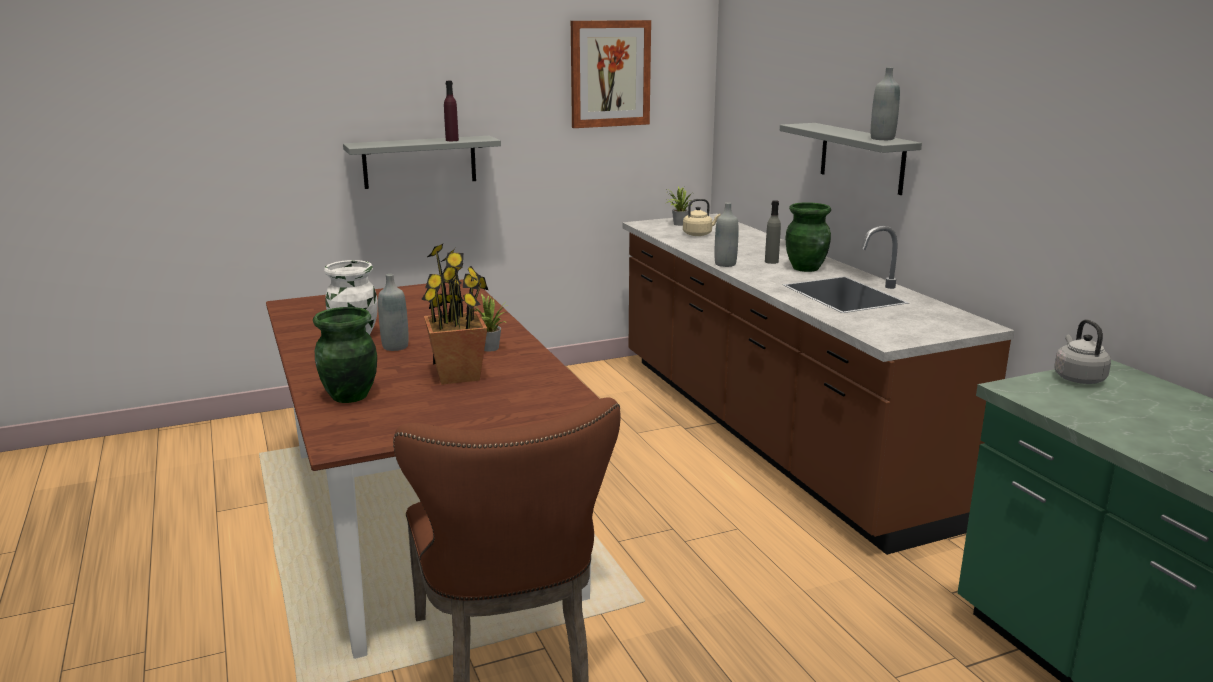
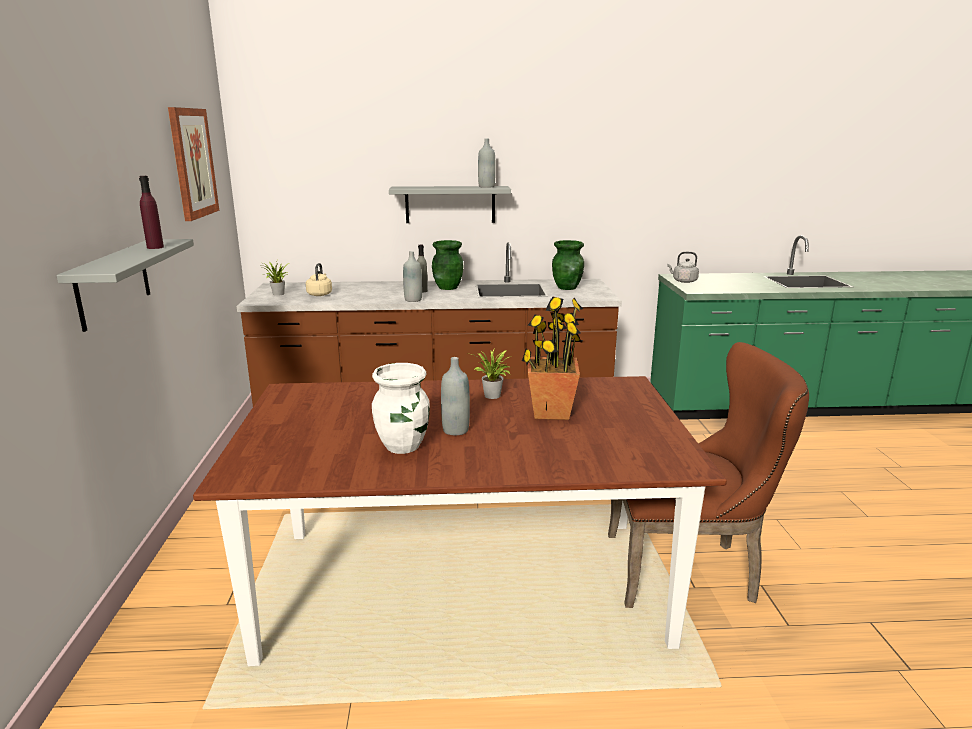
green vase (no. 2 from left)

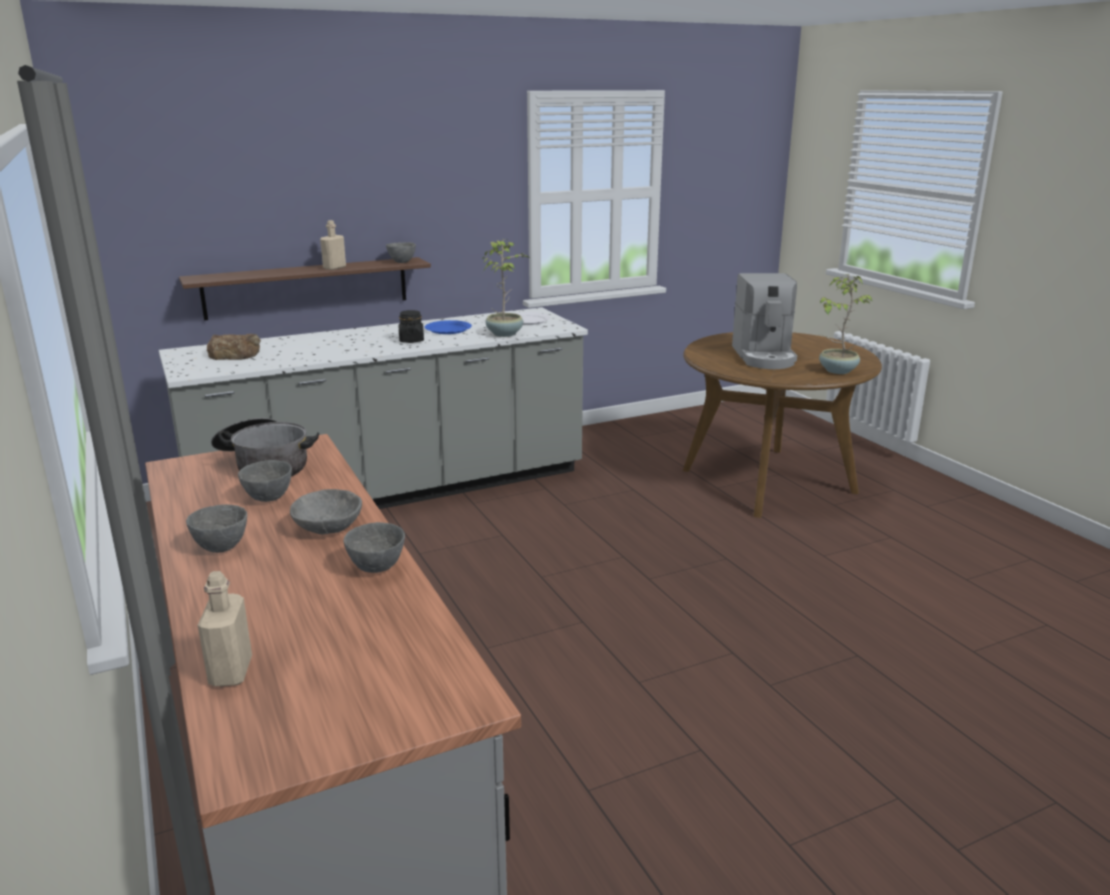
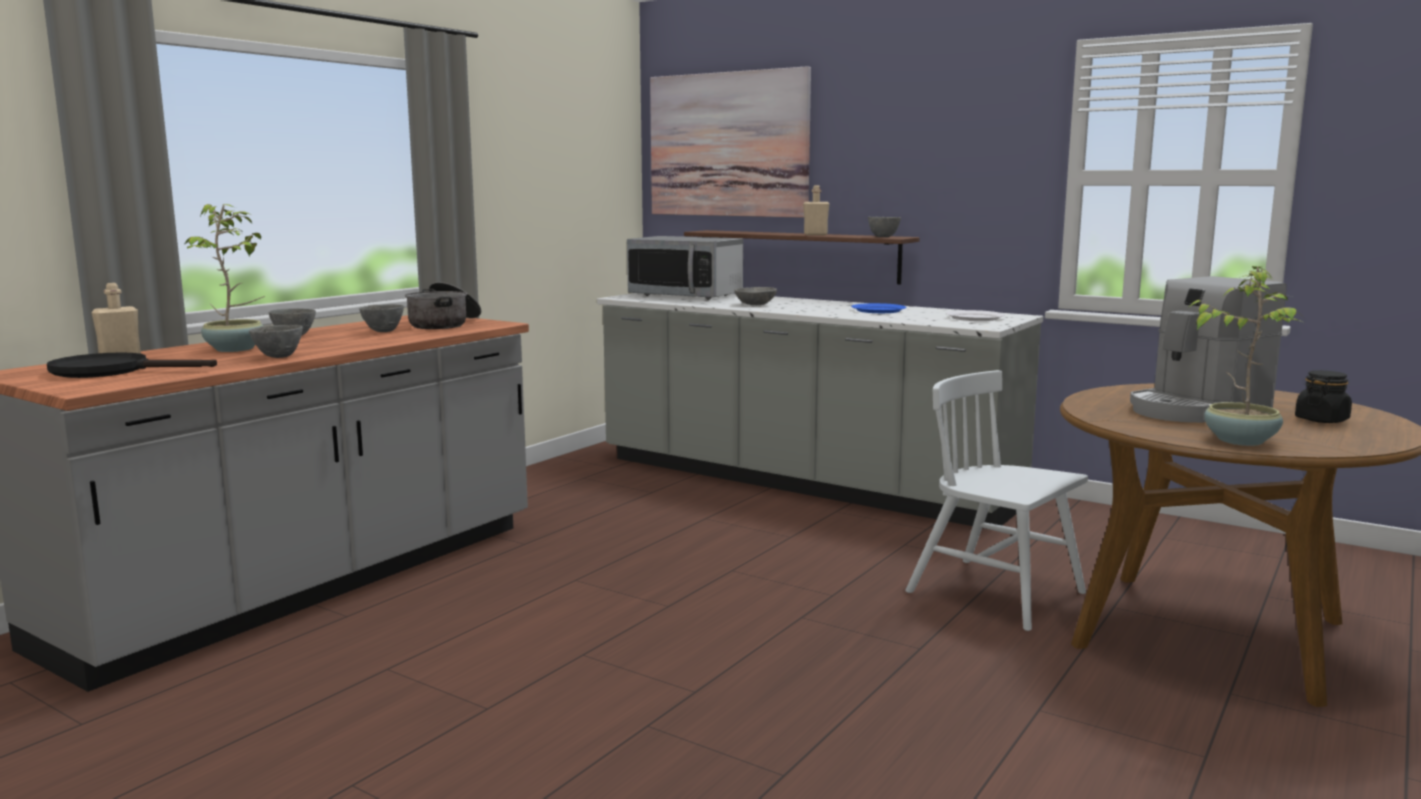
black frying pan; potted plant (no. 1 from left); microwave; picture; grey bowl (no. 4 from left); white chair; black jar

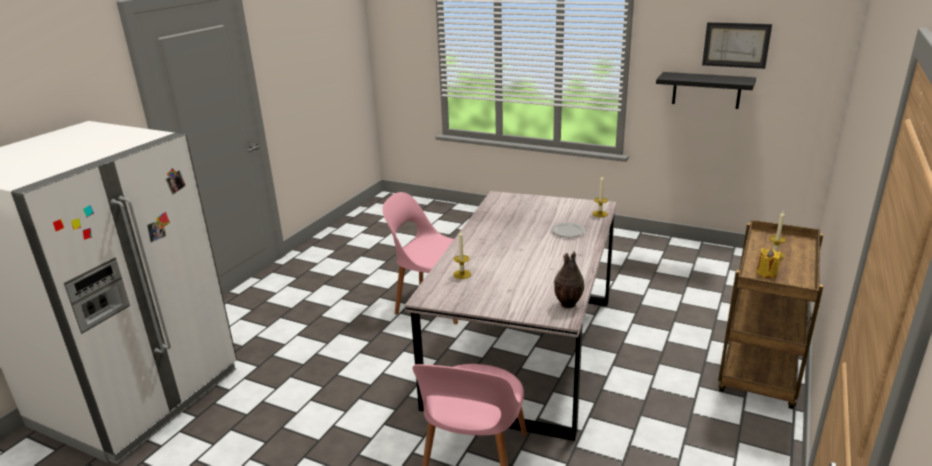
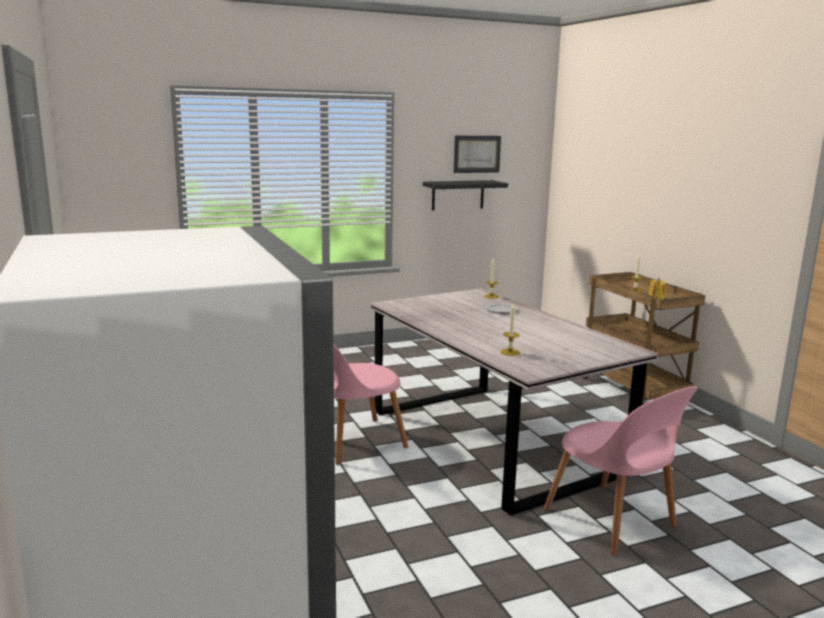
vase

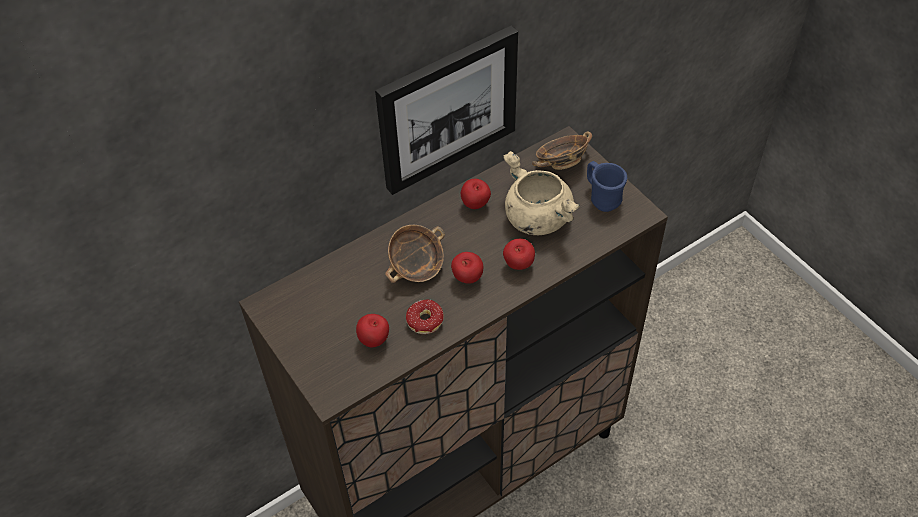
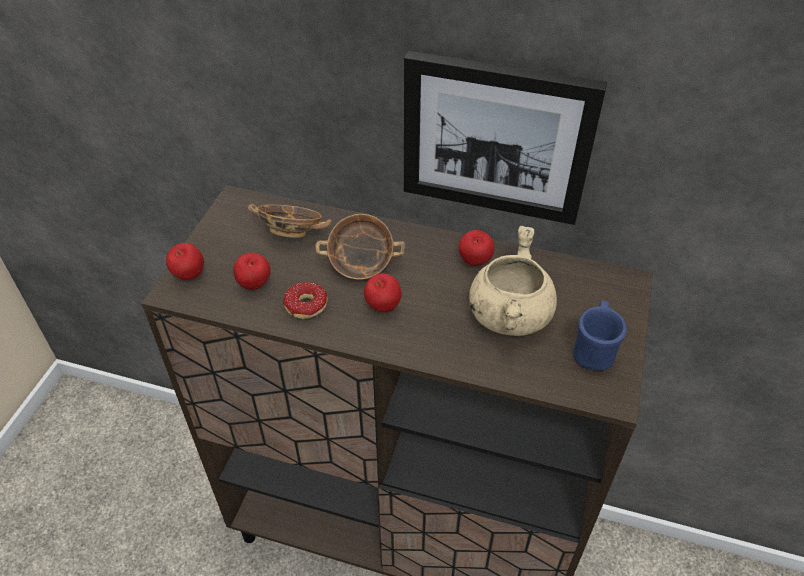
apple (no. 1 from left); bowl (no. 1 from left)

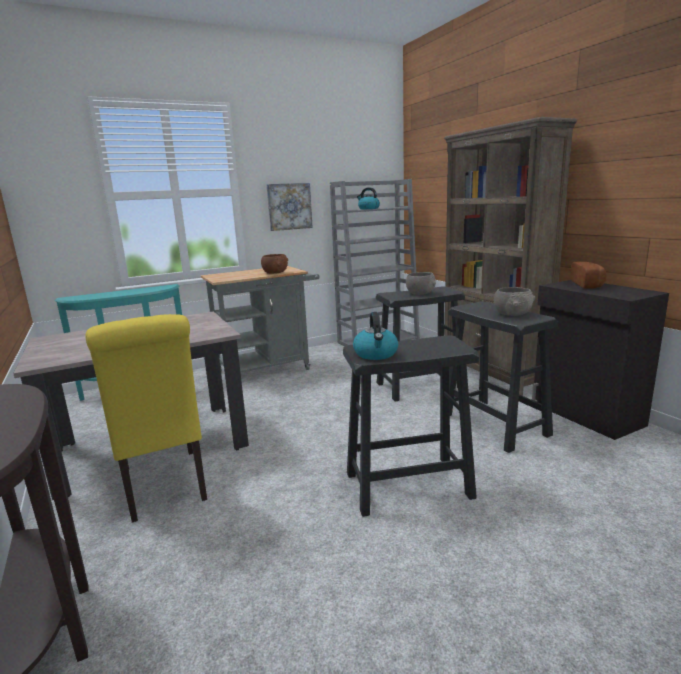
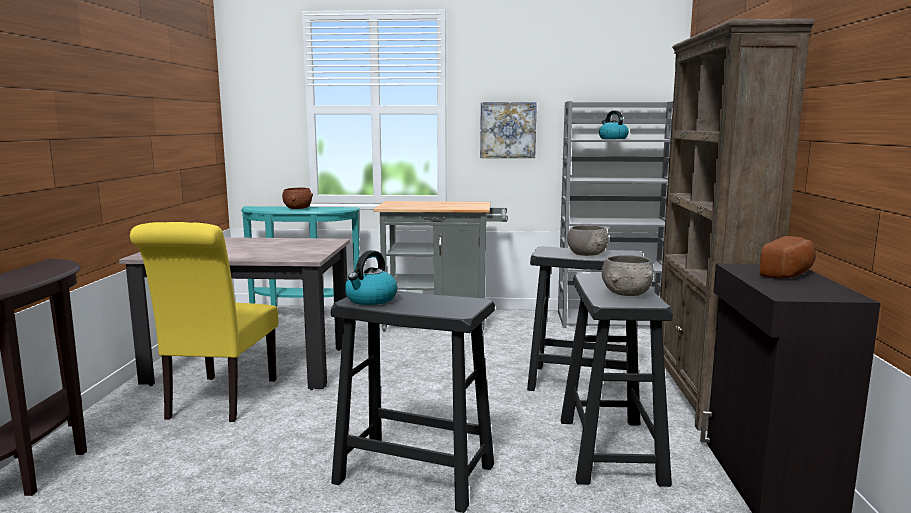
brown bowl

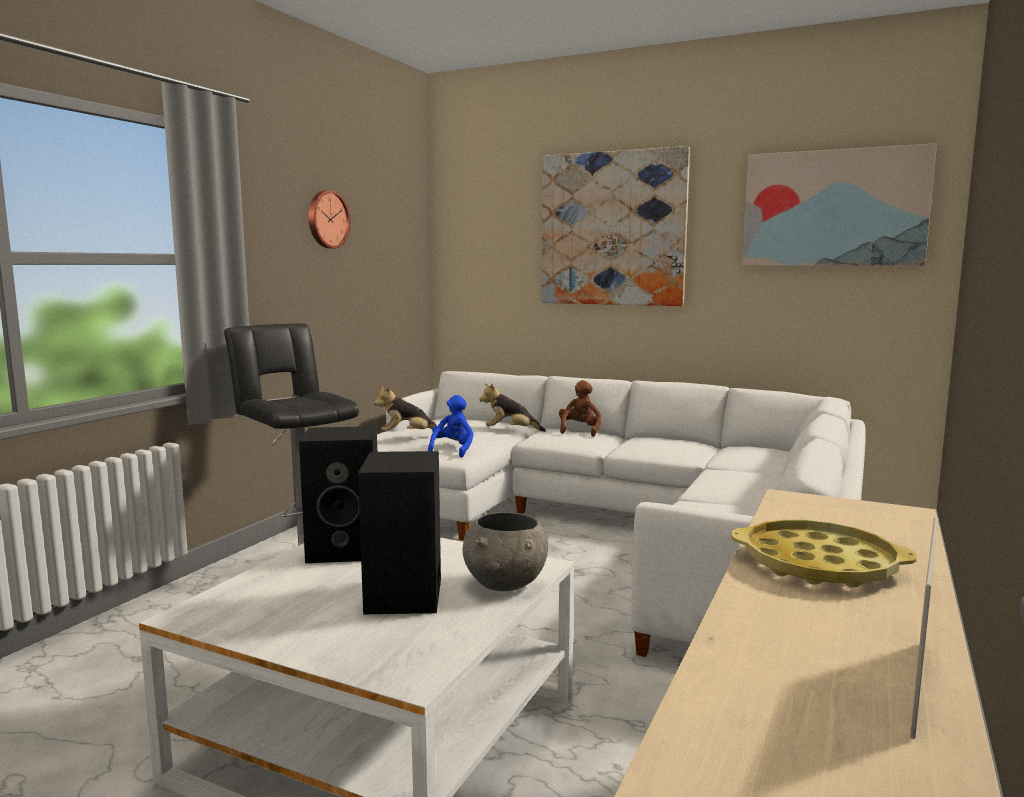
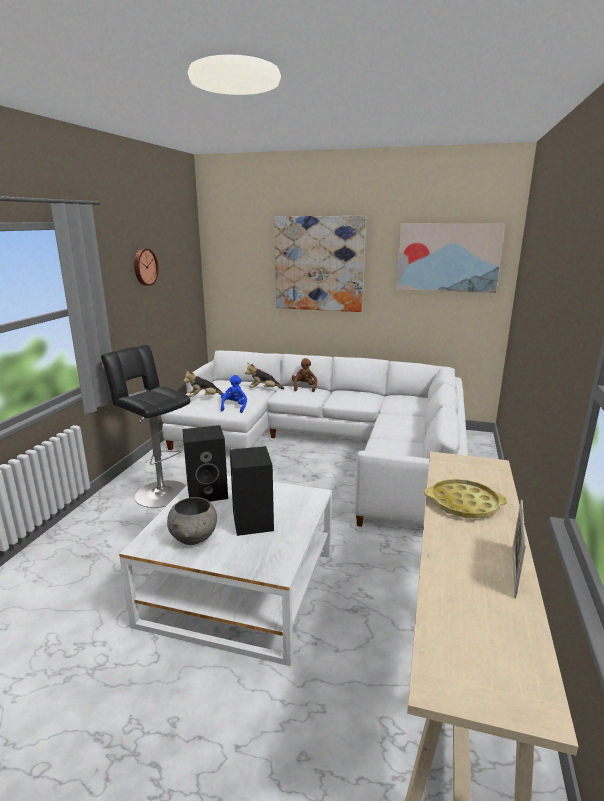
grey bowl

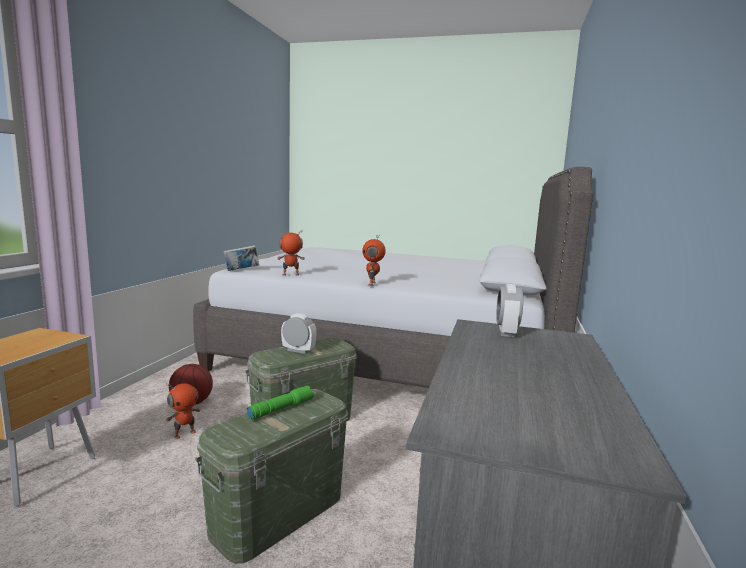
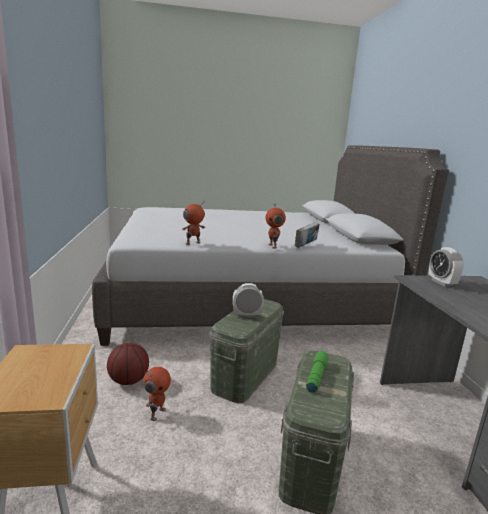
book

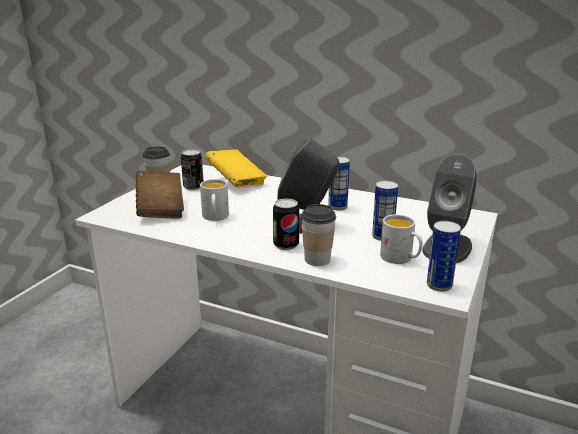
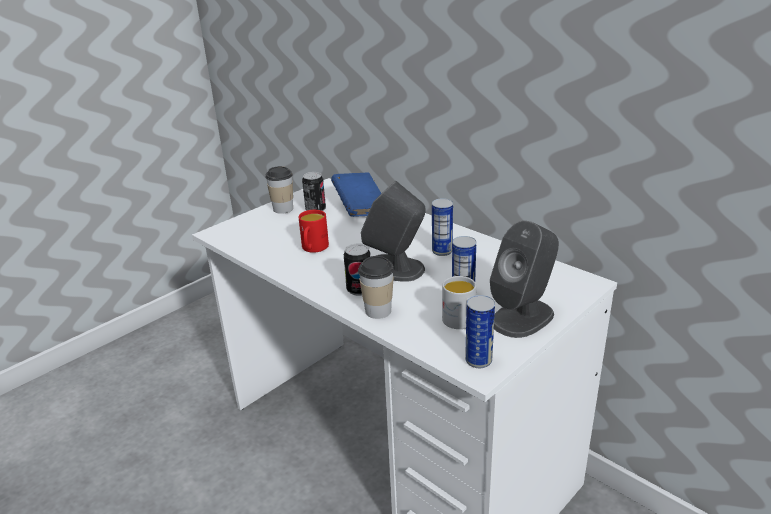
red mug; blue book; brown book

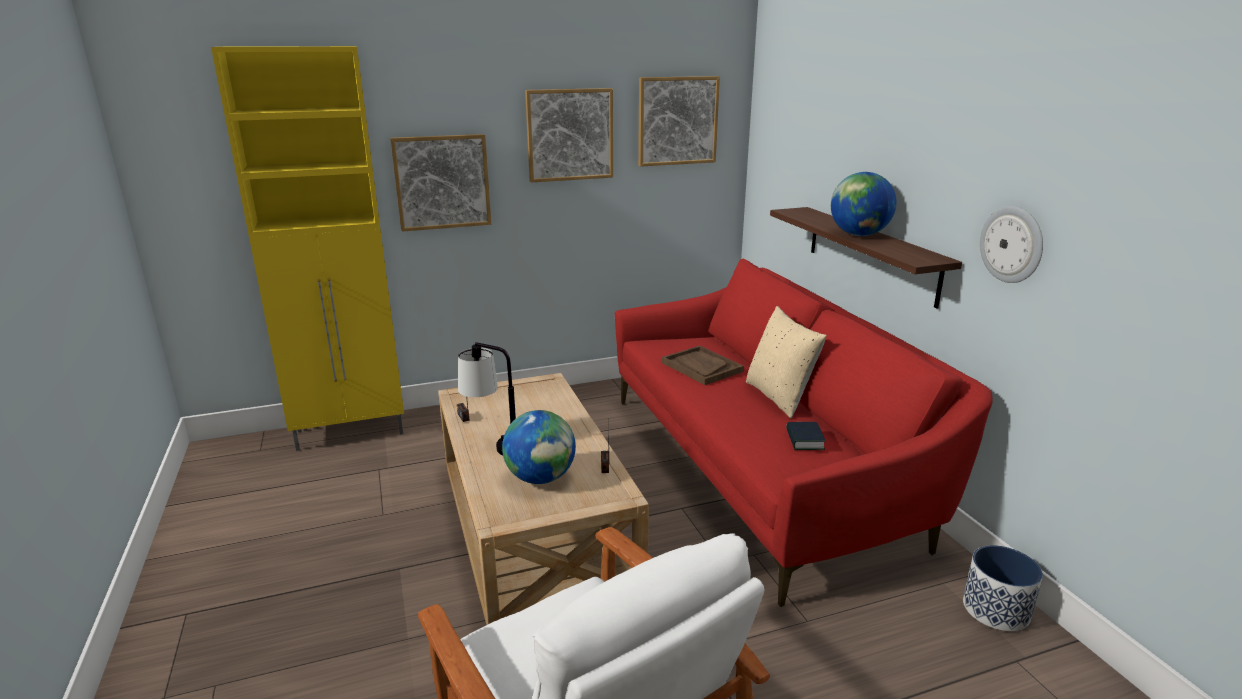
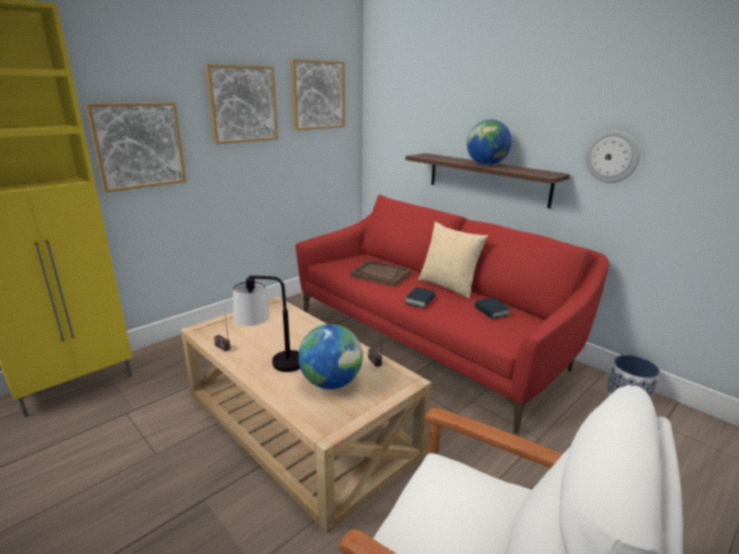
book (no. 1 from left)

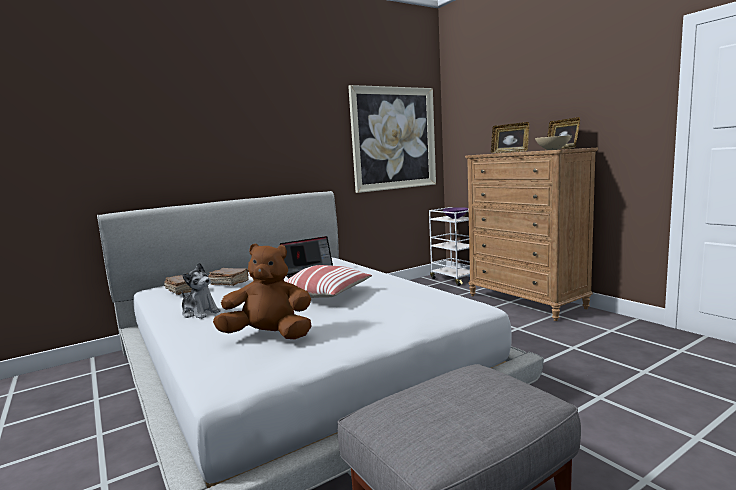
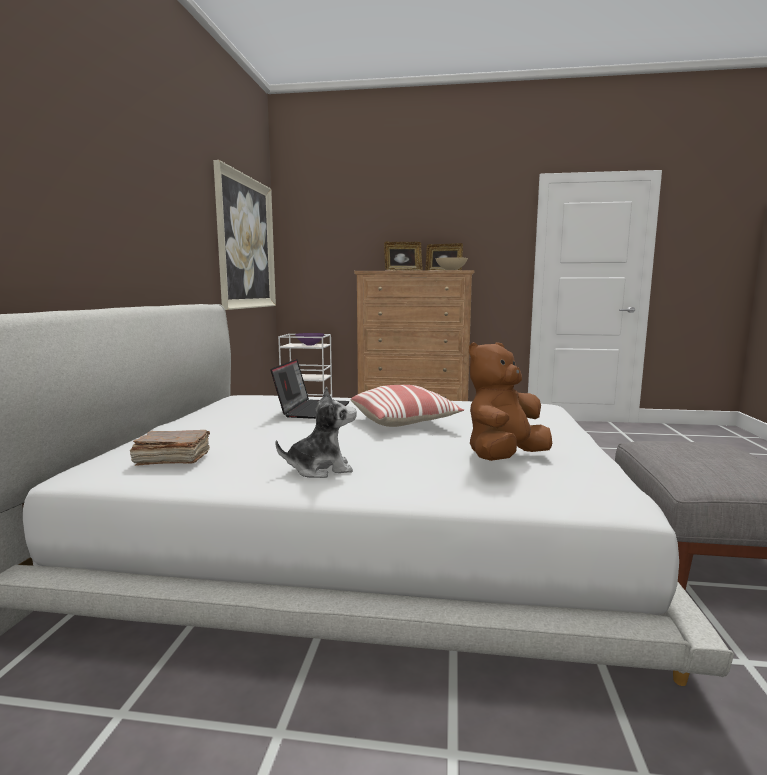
brown book (no. 2 from left in the first image)

